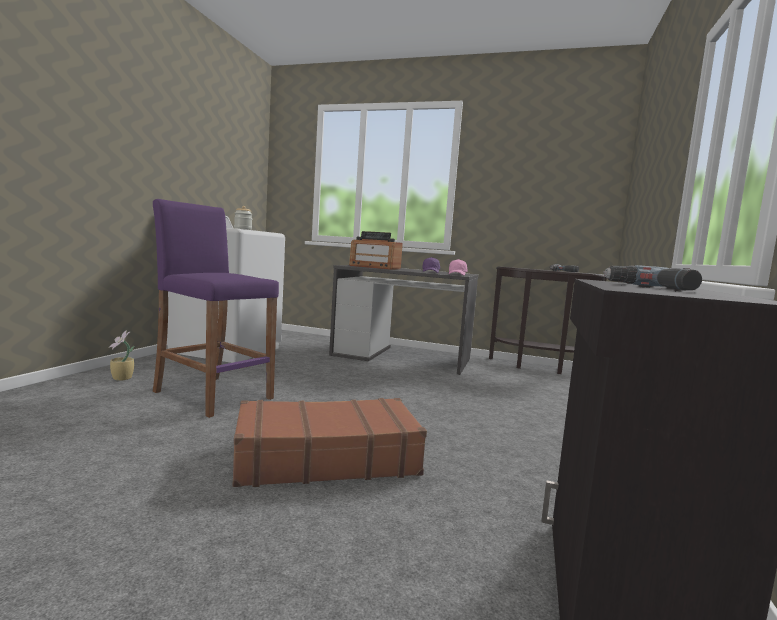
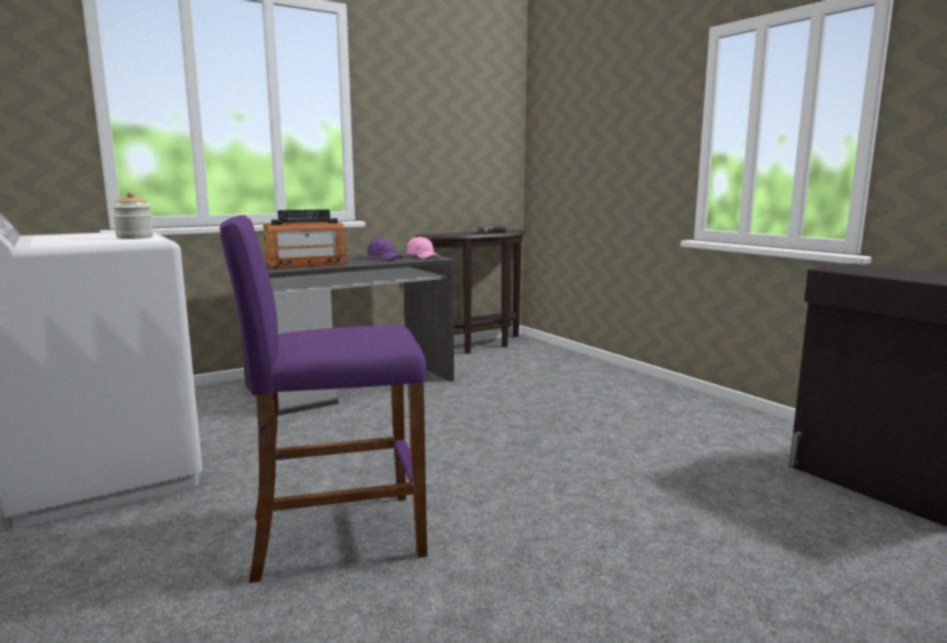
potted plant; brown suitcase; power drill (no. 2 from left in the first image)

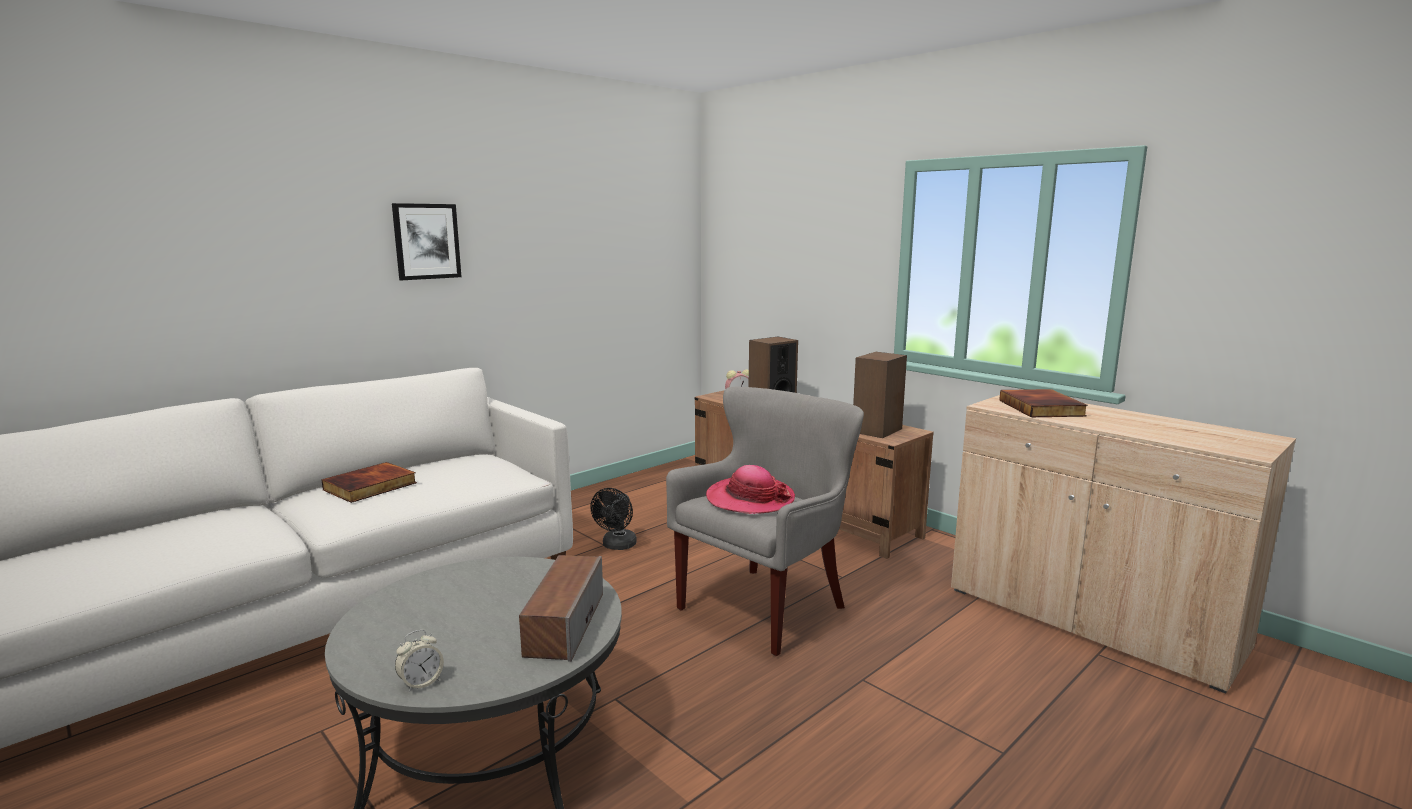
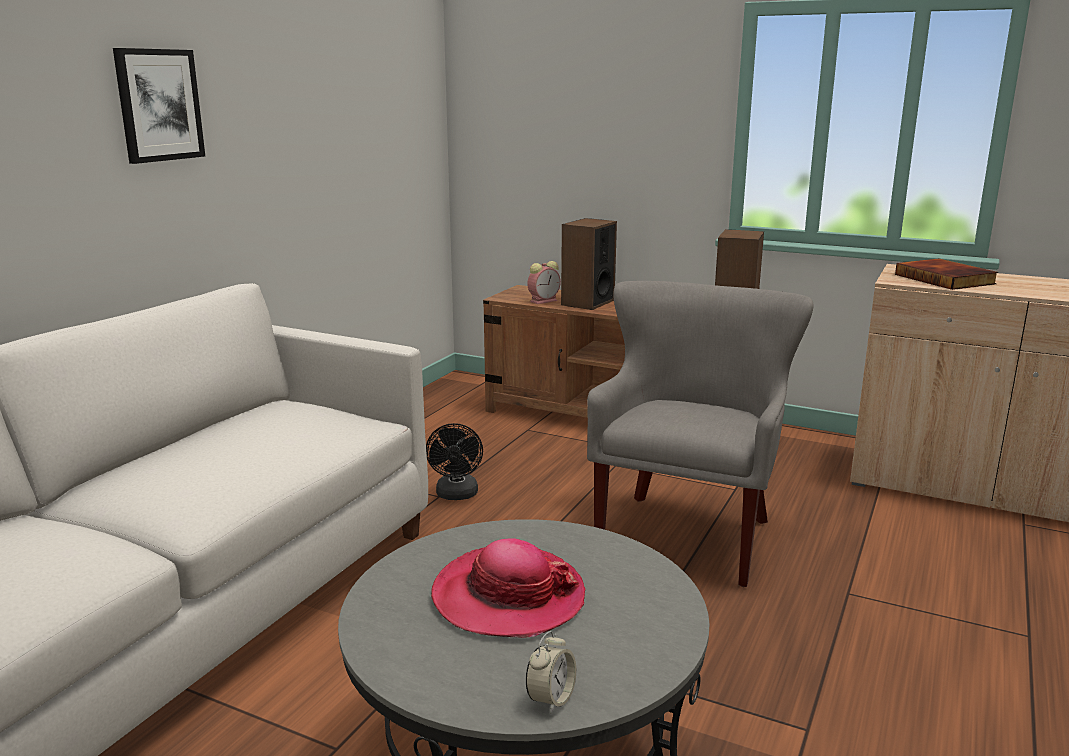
hat; book (no. 1 from left in the first image); speaker (no. 1 from left in the first image)

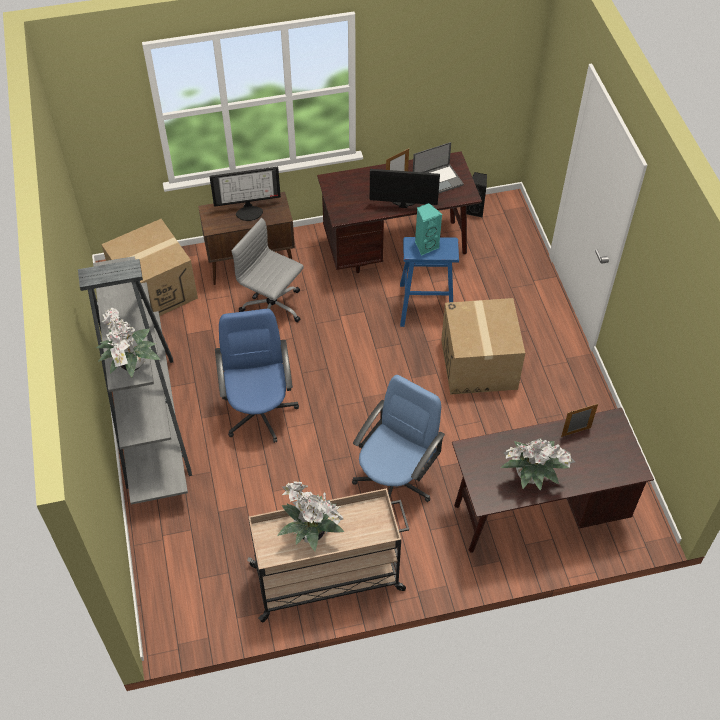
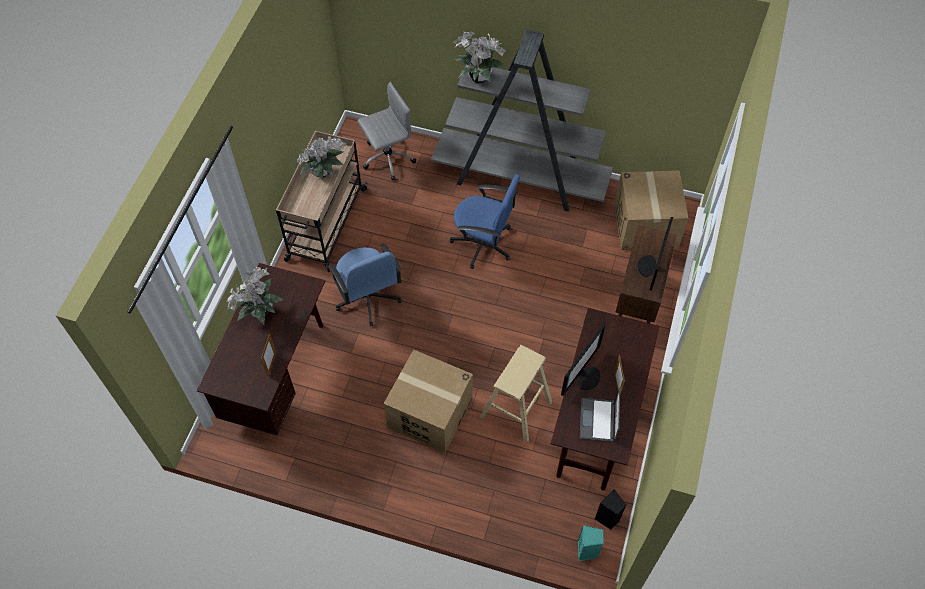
grey office chair; beige stool; turquoise speaker

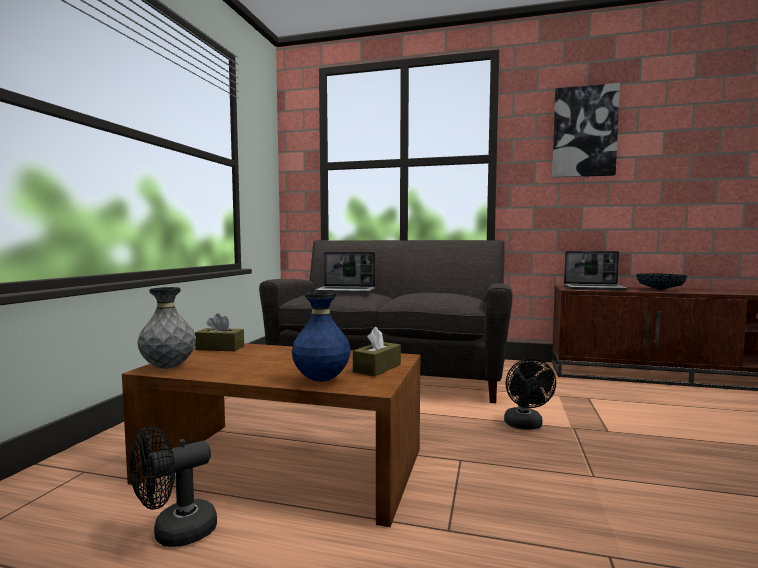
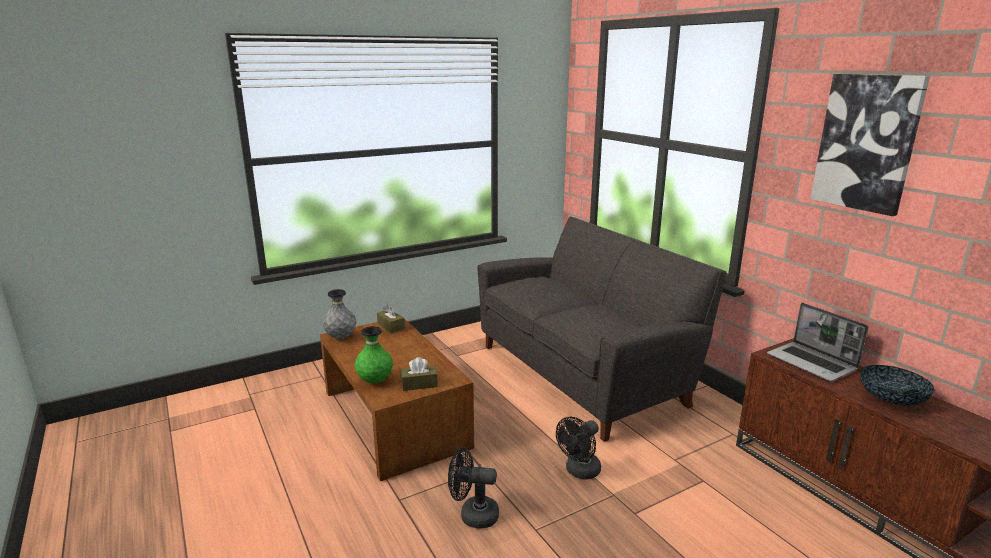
green vase; black fan (no. 1 from left); laptop (no. 1 from left in the first image)

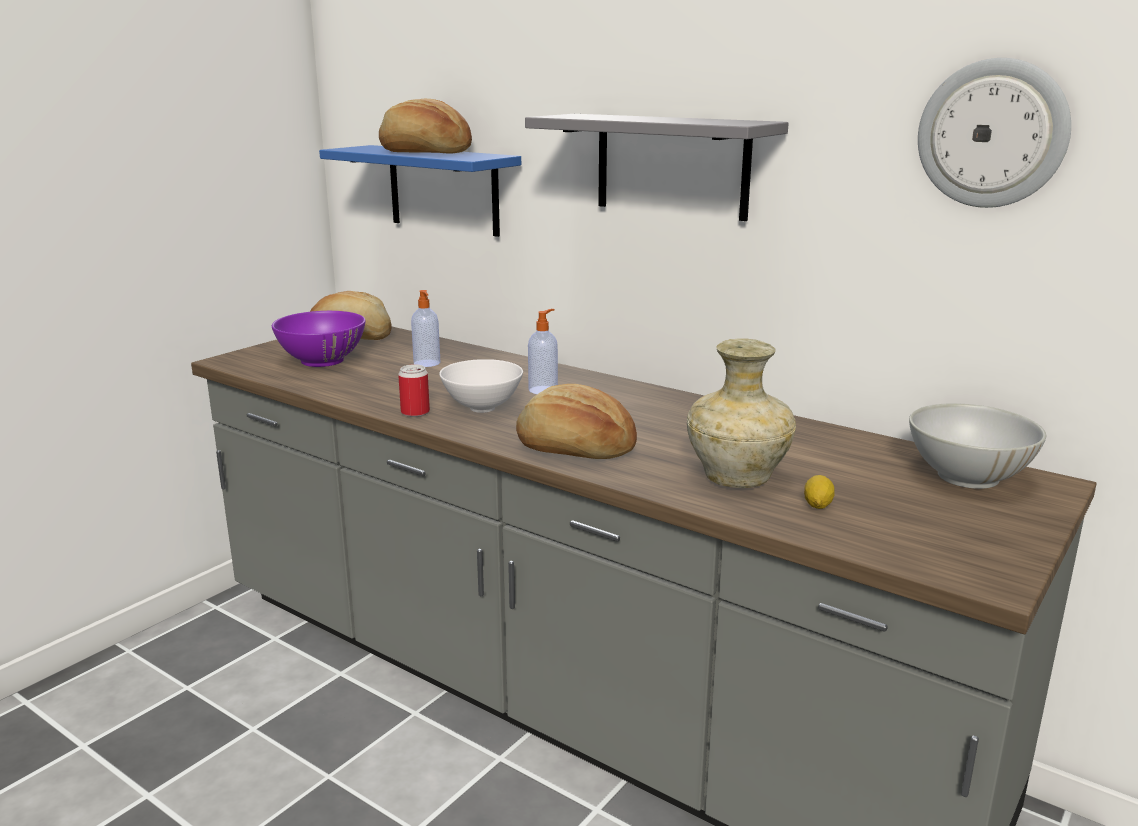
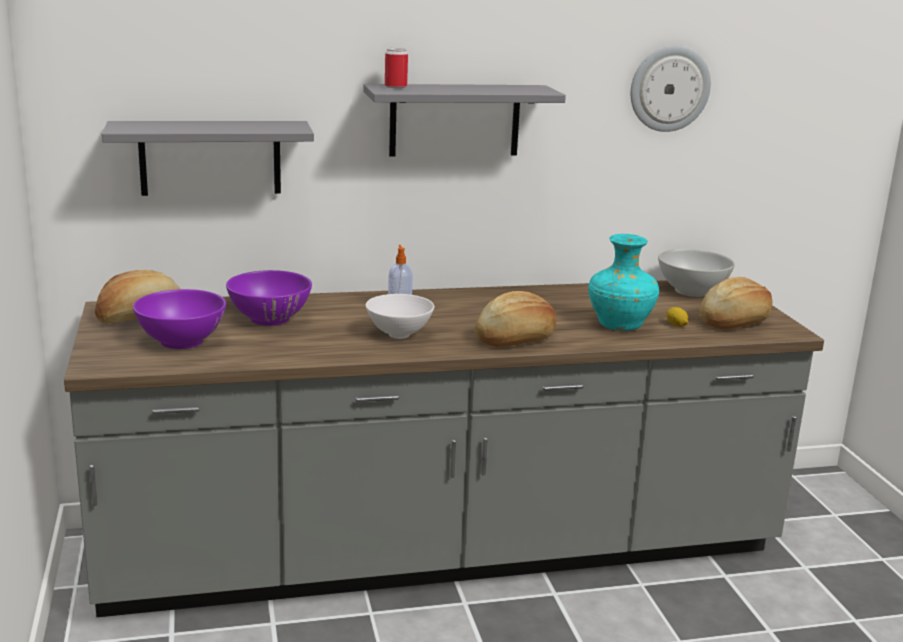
grey shelf (no. 1 from left); purple bowl (no. 2 from left); can; turquoise vase; bread (no. 3 from left)

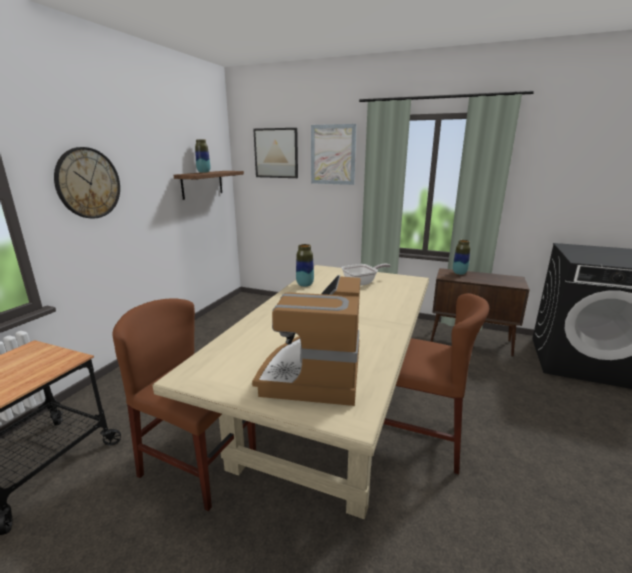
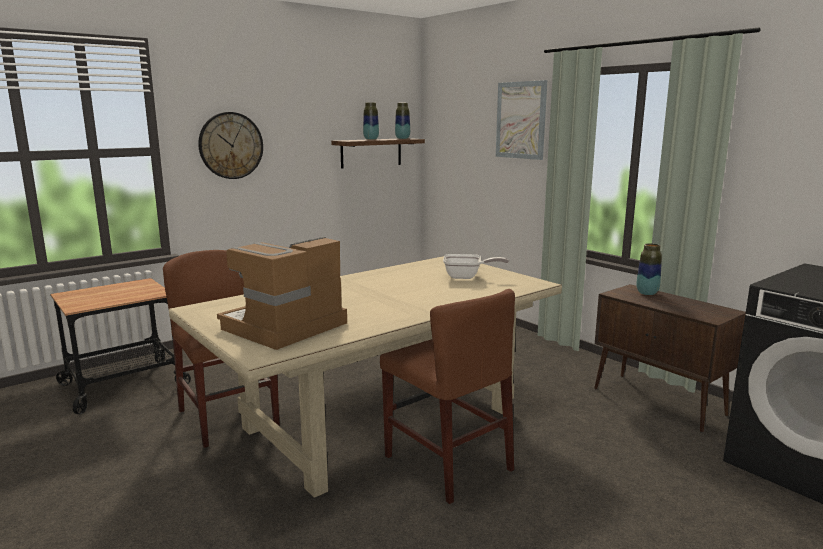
vase (no. 2 from left); picture (no. 1 from left in the first image)

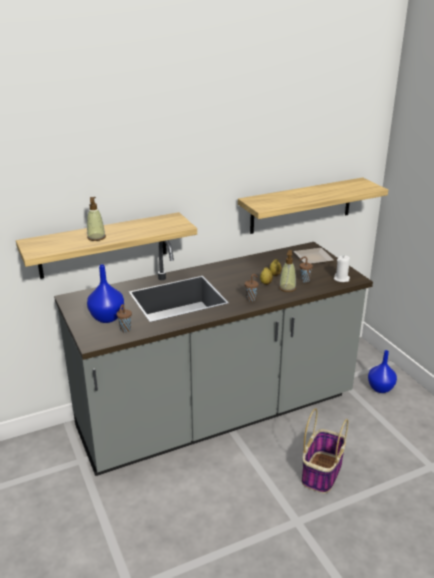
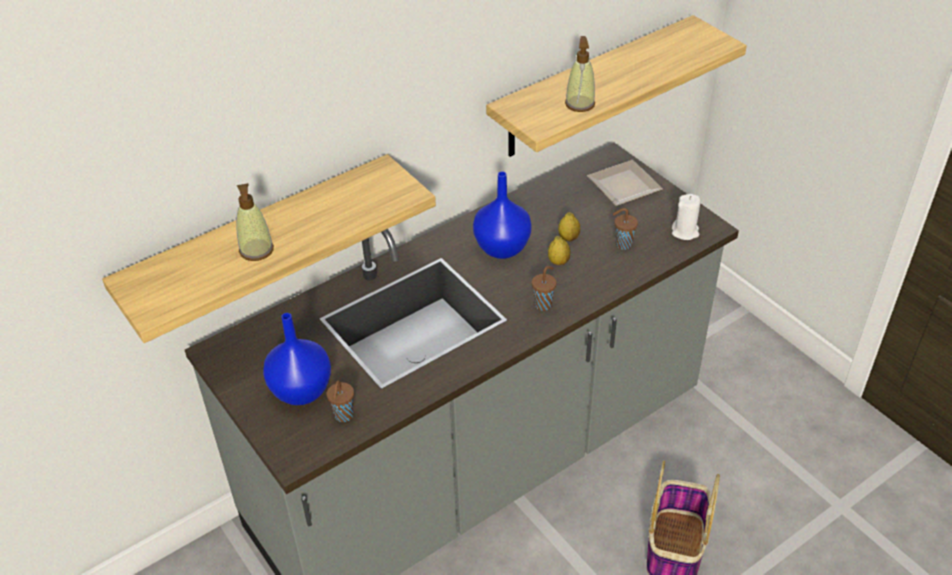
blue vase (no. 2 from left); soap dispenser (no. 2 from left)

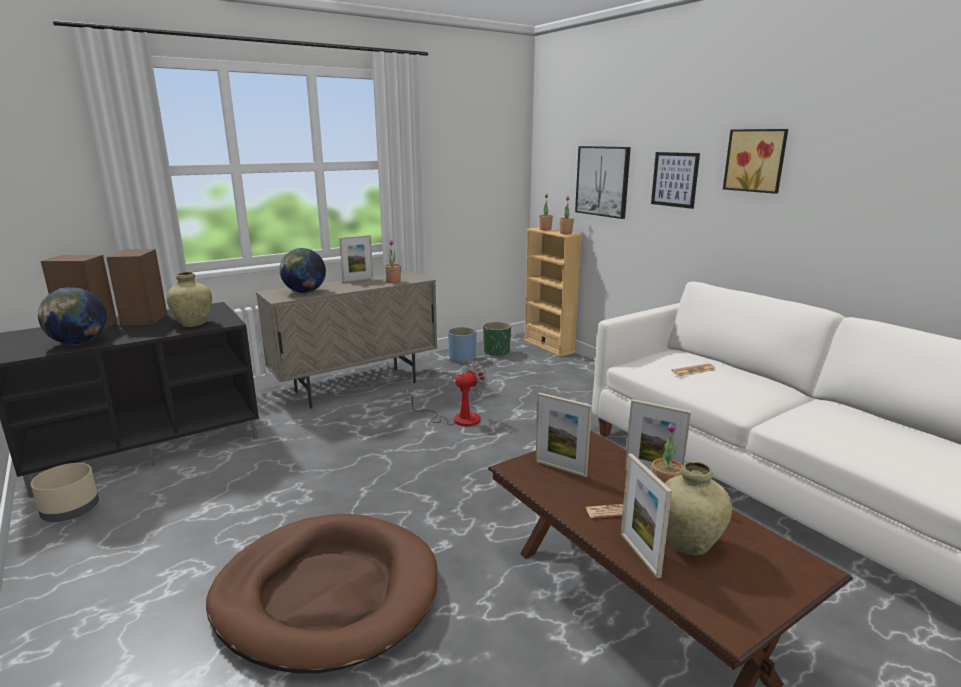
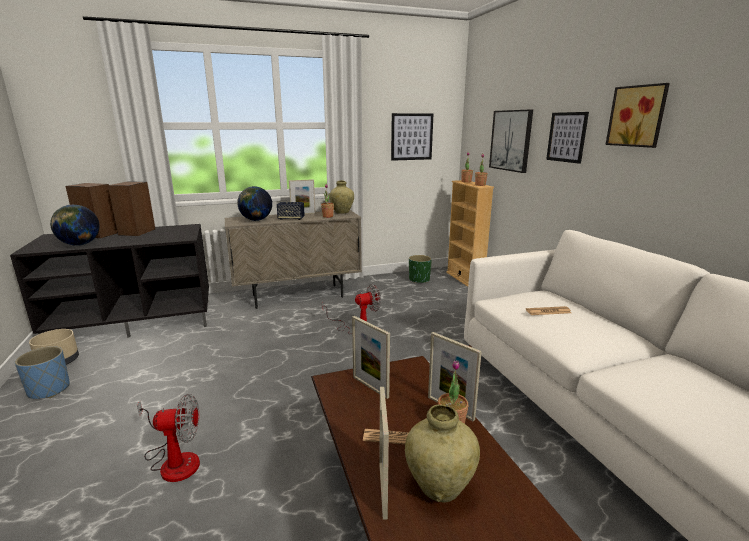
blue planter; fan (no. 1 from left); speaker (no. 3 from left); beige vase (no. 1 from left); picture (no. 1 from left)

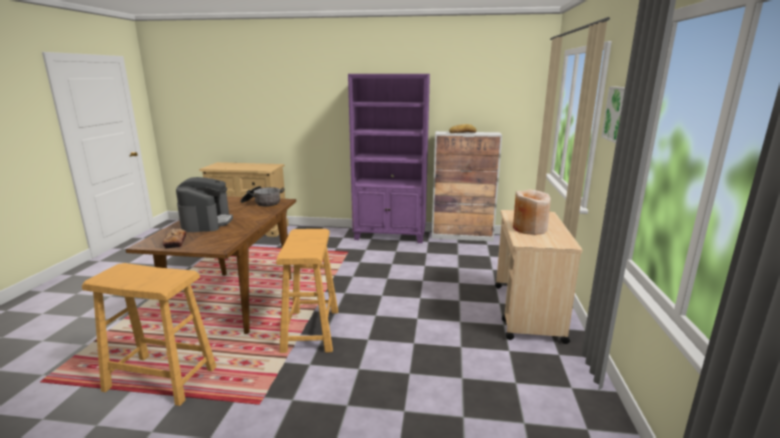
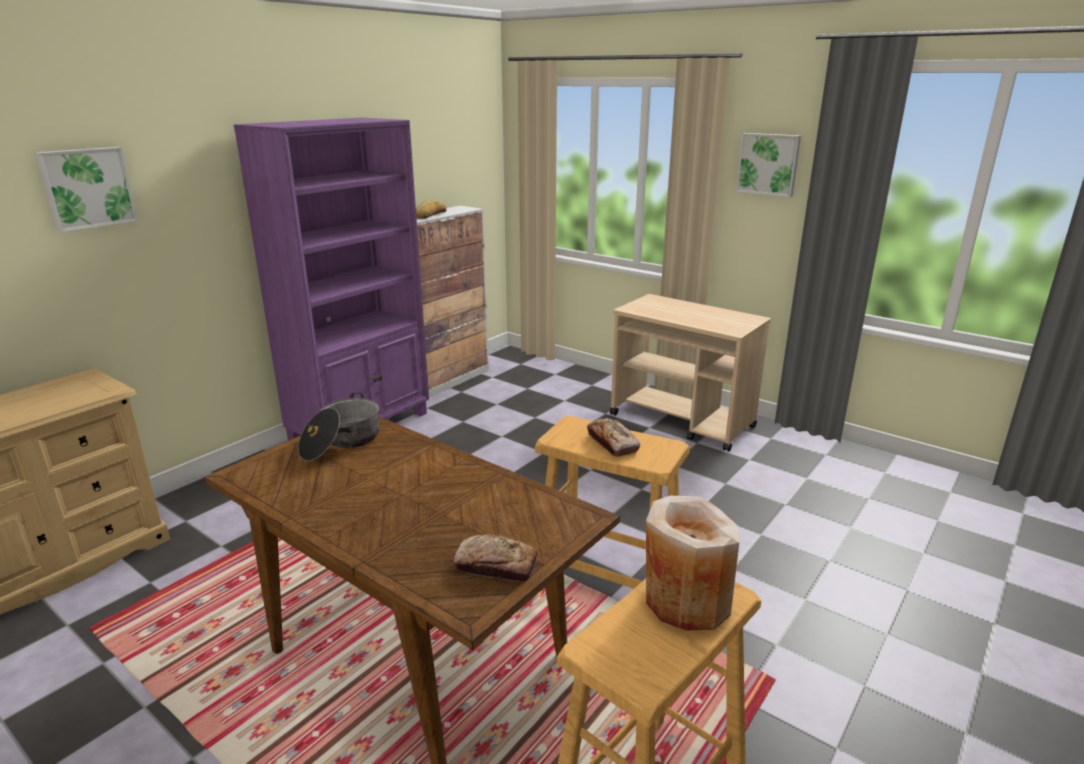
picture (no. 1 from left); bread (no. 3 from left); beige vase; coffee machine

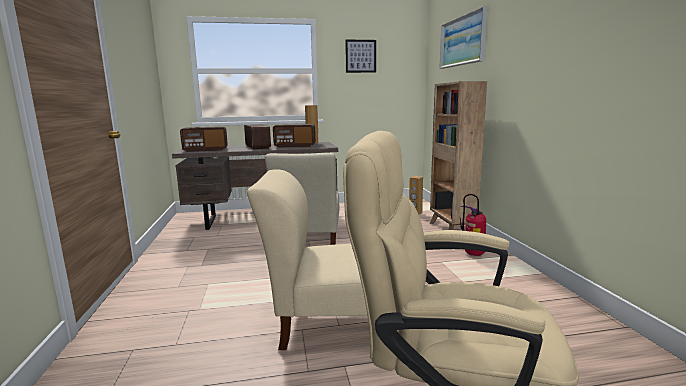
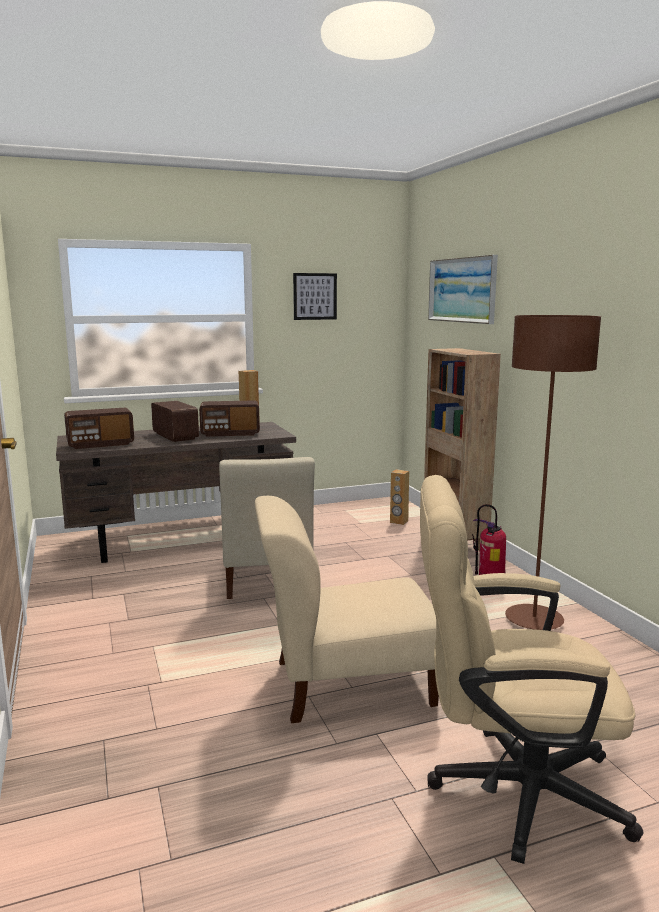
brown floor lamp

